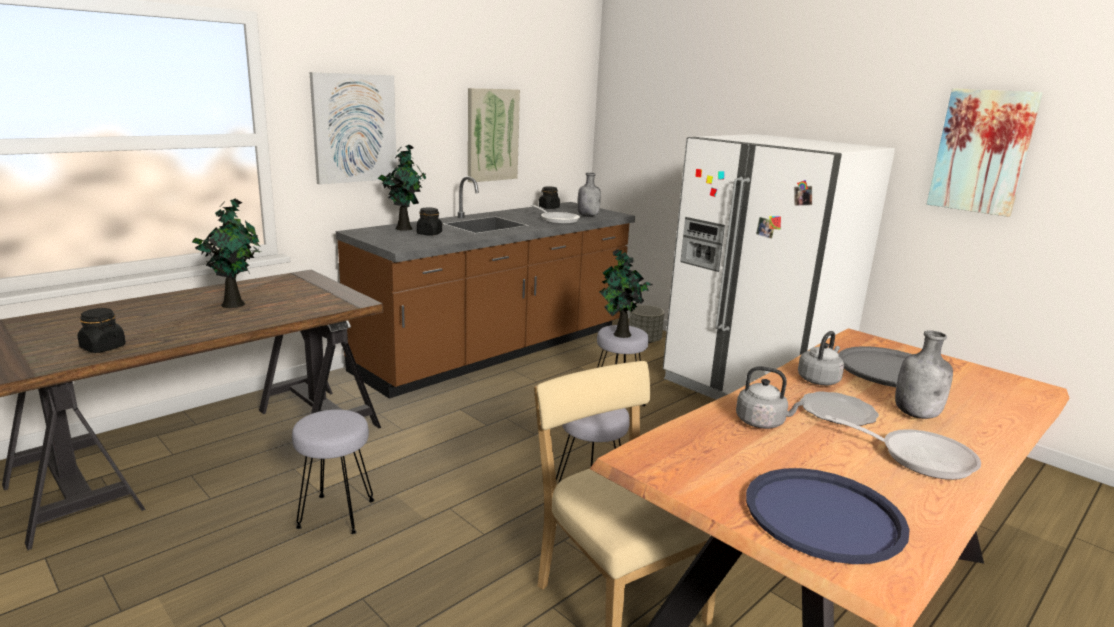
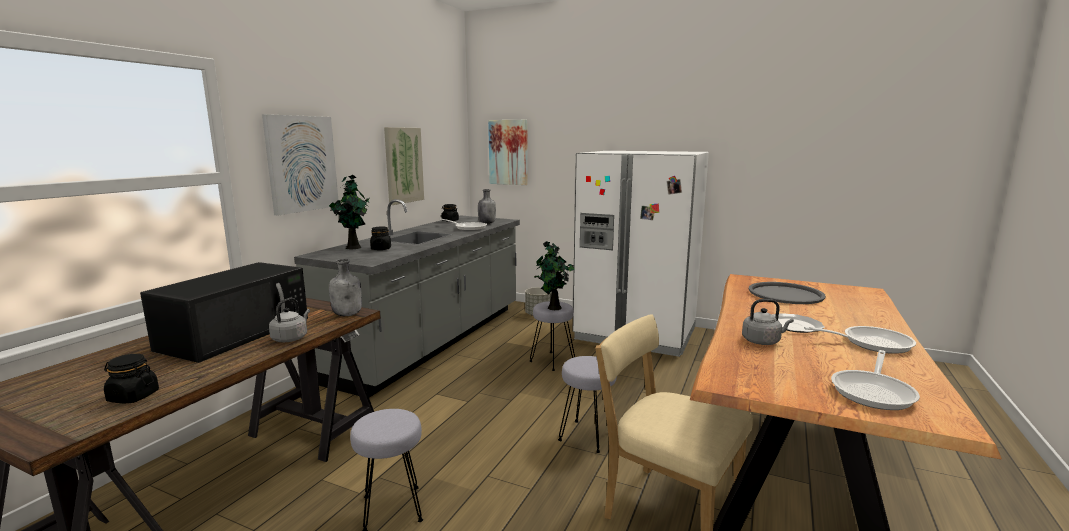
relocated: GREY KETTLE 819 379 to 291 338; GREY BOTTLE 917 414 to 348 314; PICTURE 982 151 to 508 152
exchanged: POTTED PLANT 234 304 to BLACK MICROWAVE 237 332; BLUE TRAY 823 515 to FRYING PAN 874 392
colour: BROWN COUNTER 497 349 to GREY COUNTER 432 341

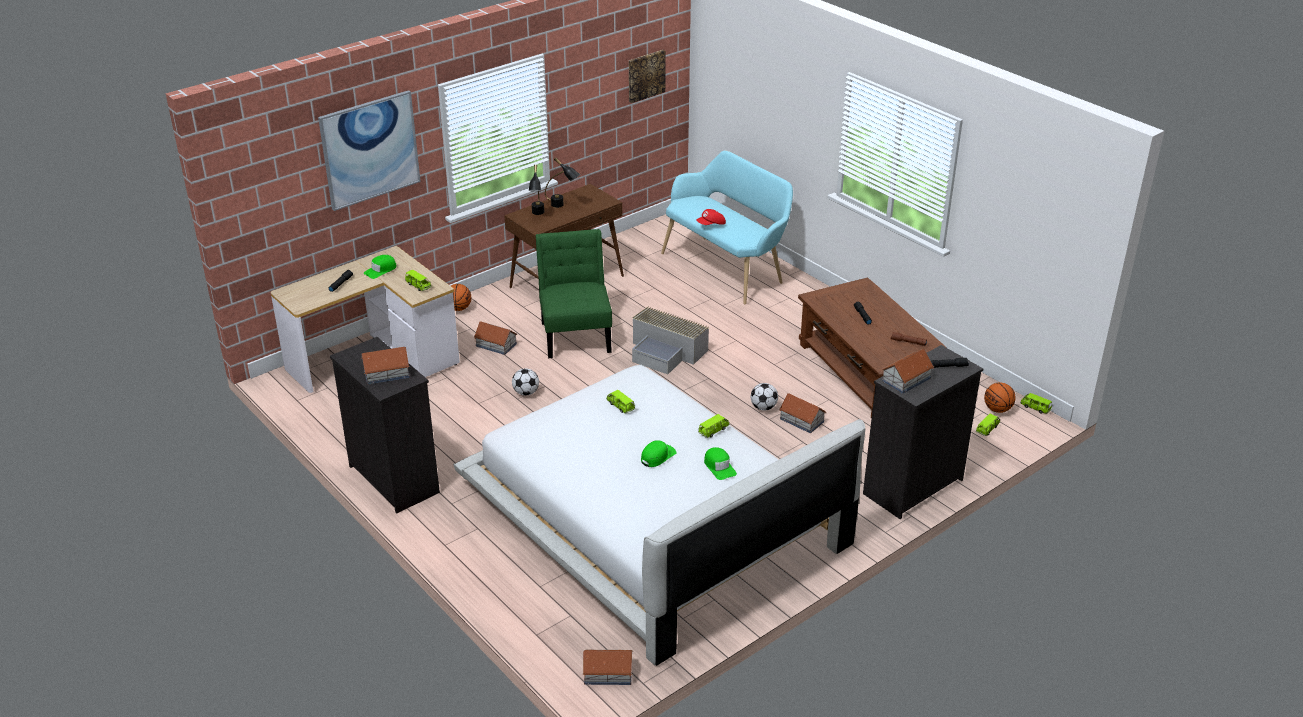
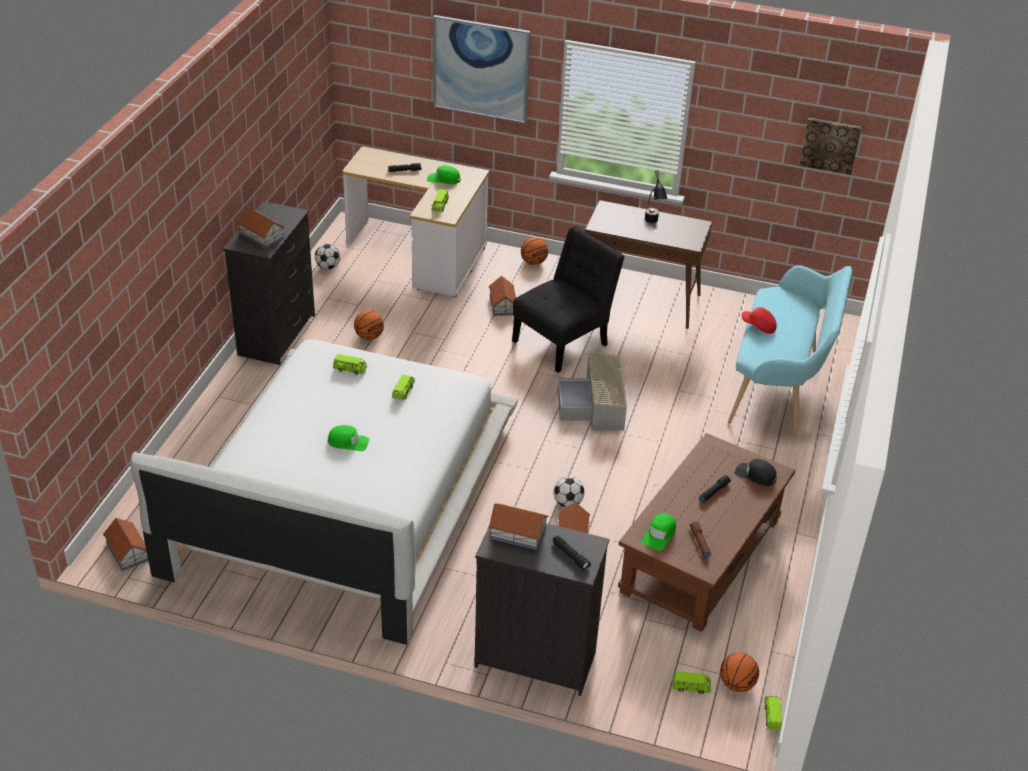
missing: BLACK TABLE LAMP 537 215
appeared: BASKETBALL 369 336; BLACK CAP 755 475
relocated: FOOTBALL 526 393 to 328 267; GREEN TOY CAR 713 430 to 350 369; GREEN CAP 719 467 to 659 534
colour: GREEN CHAIR 575 334 to BLACK CHAIR 564 341

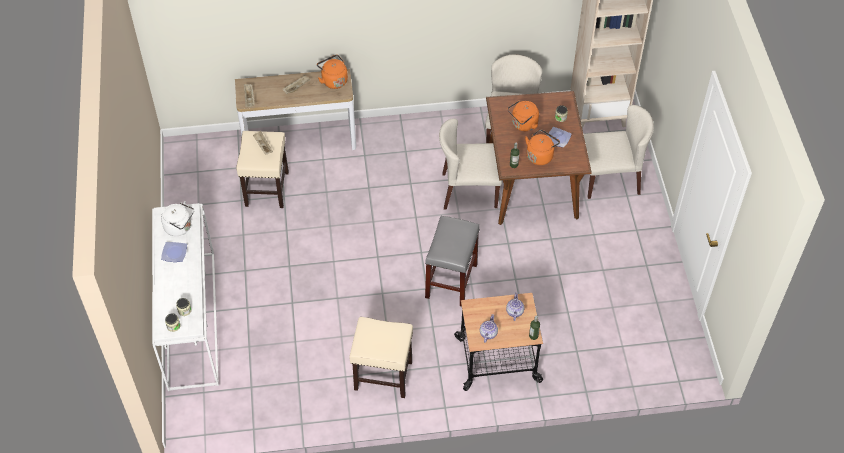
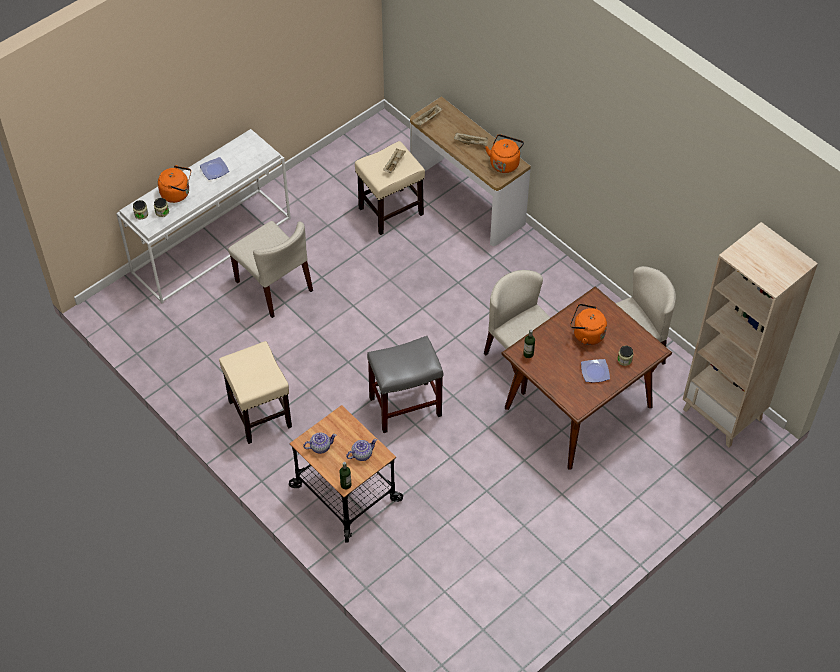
missing: WHITE KETTLE 180 227
relocated: ORANGE KETTLE 540 155 to 177 193; BEIGE CHAIR 610 178 to 274 286

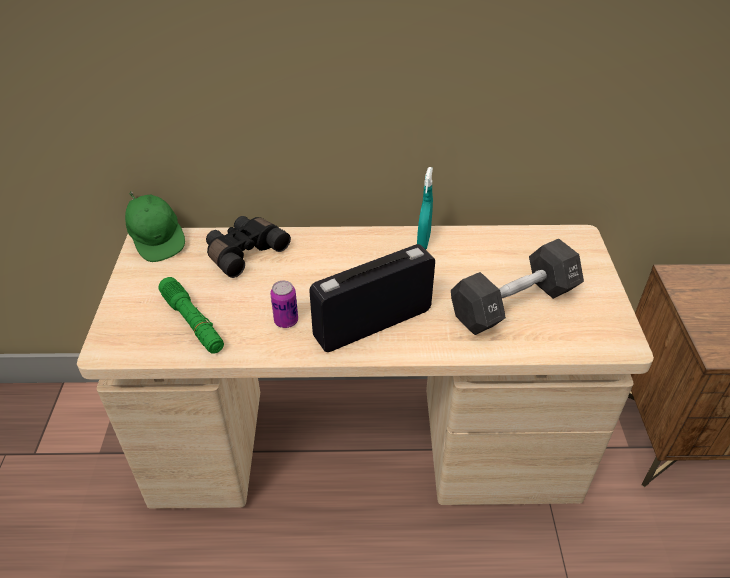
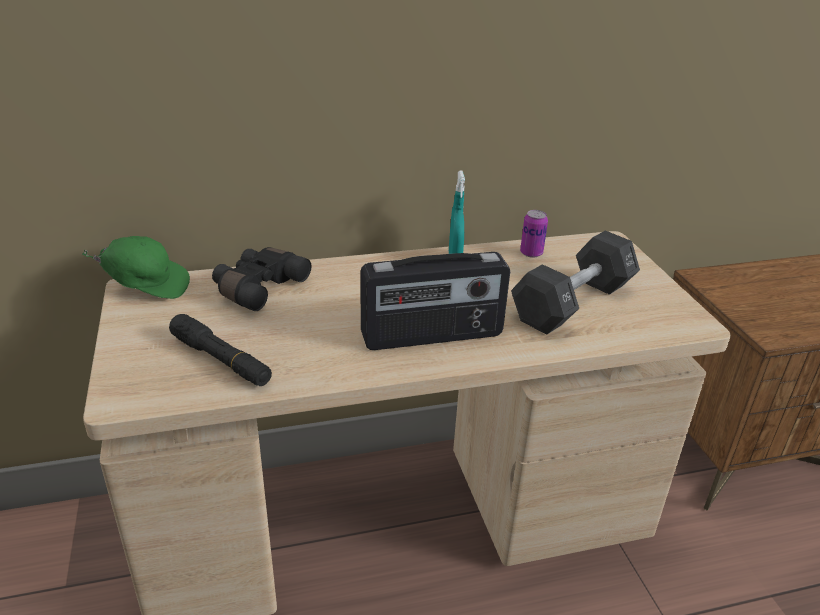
relocated: CAN 286 321 to 531 253
colour: GREEN FLASHLIGHT 192 322 to BLACK FLASHLIGHT 221 360
spun: GREEN CAP 157 240 = 147 286 45 degrees counterclockwise; RADIO 372 323 = 432 336 150 degrees counterclockwise

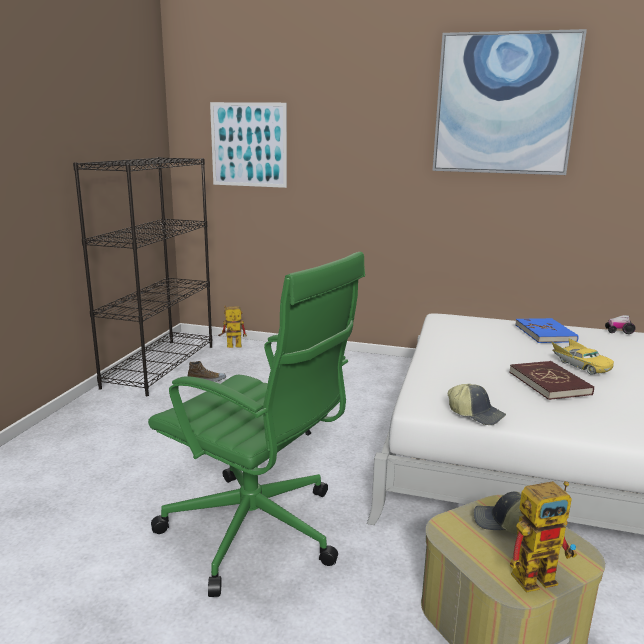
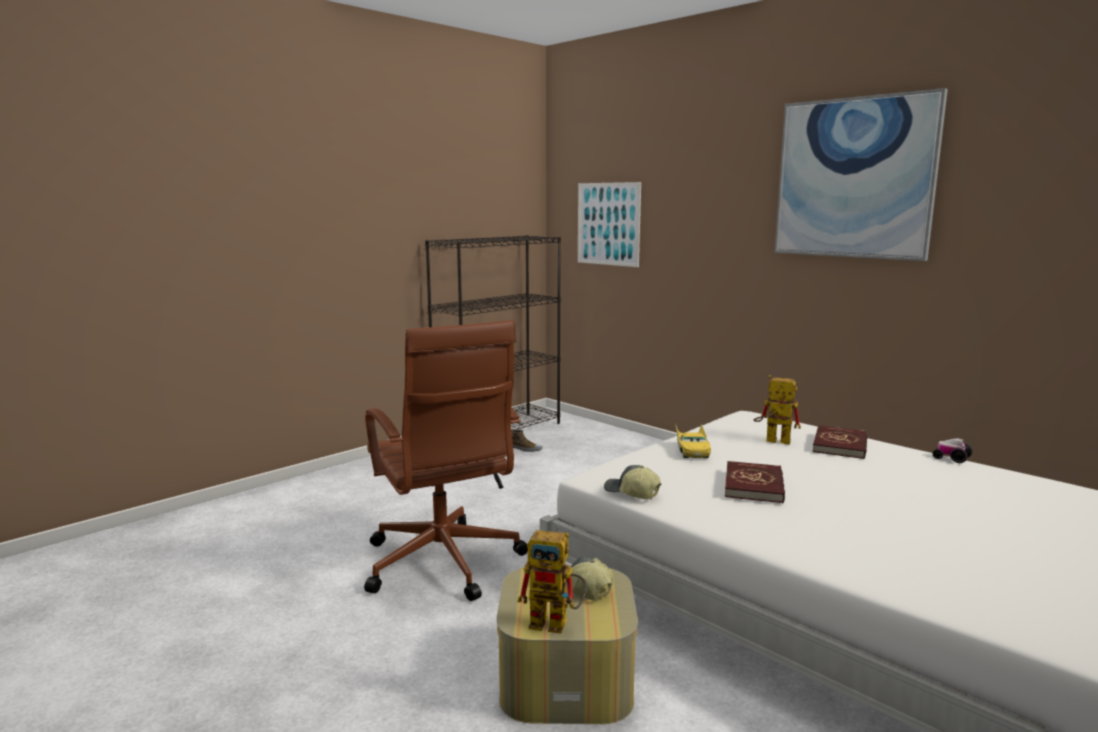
relocated: YELLOW TOY CAR 581 365 to 692 450; TOY ROBOT 230 346 to 772 441
colour: GREEN OFFICE CHAIR 257 531 to BROWN OFFICE CHAIR 443 564; BLUE BOOK 545 333 to RED BOOK 840 445
spun: CAP 476 414 = 631 493 150 degrees clockwise

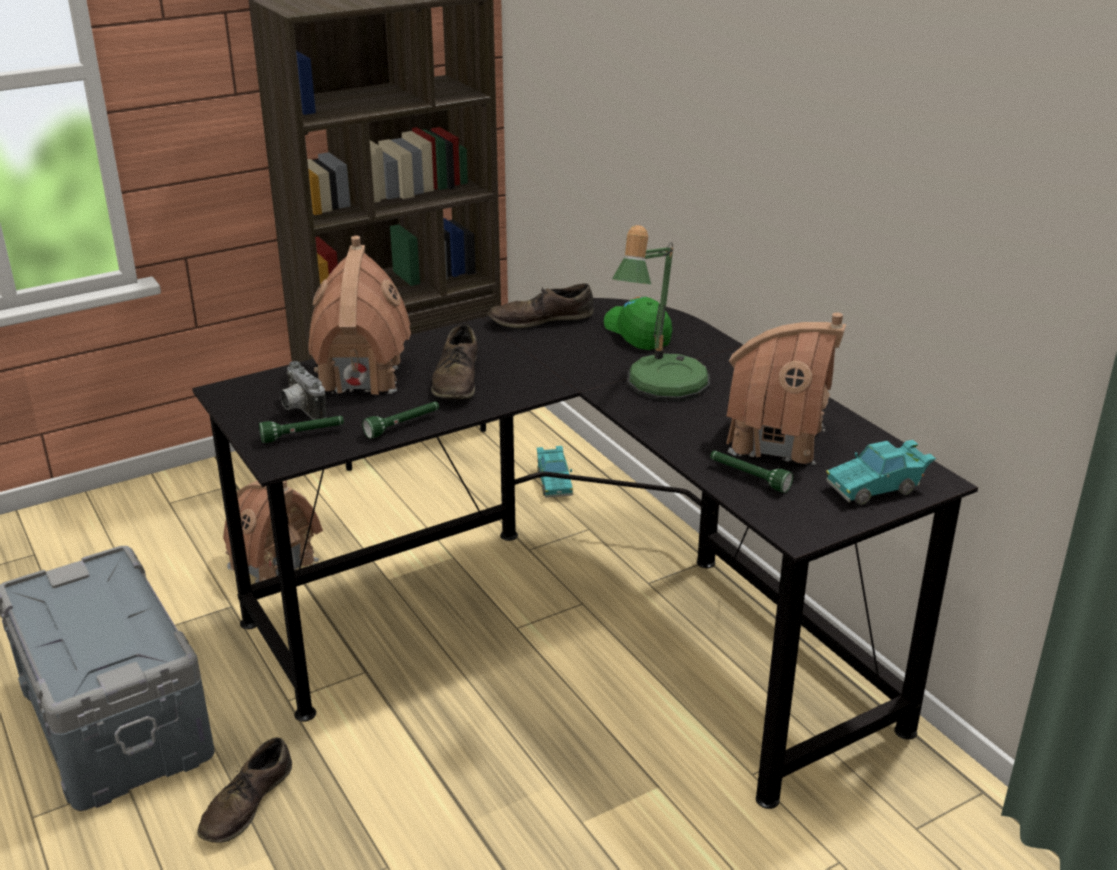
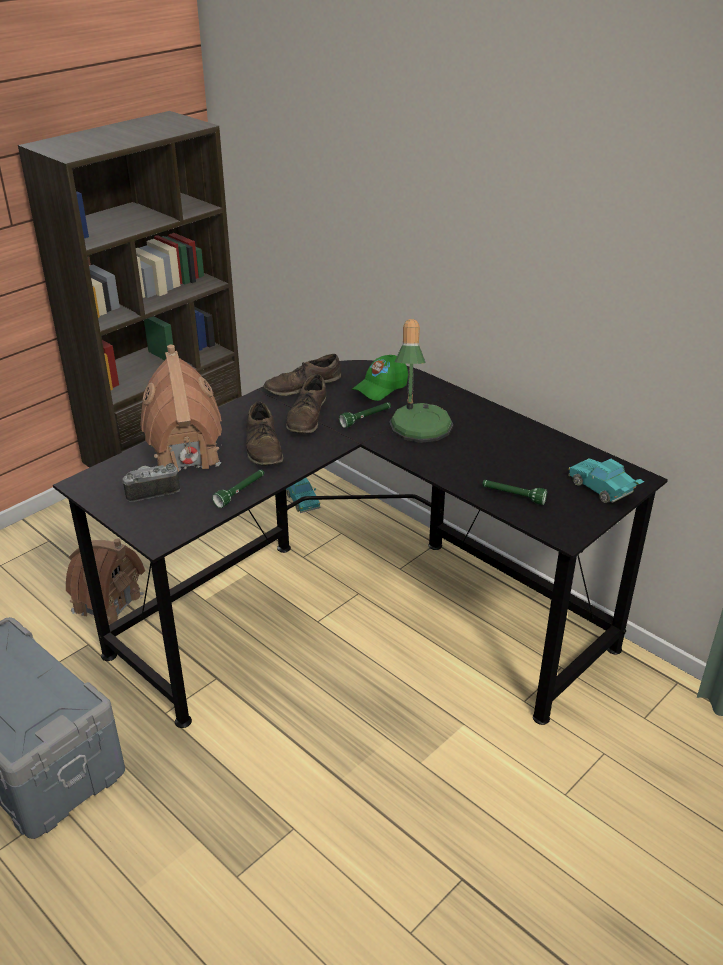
missing: TOY HOUSE 778 440
relocated: BROWN SHOE 246 803 to 307 416; GREEN FLASHLIGHT 303 435 to 366 419
spun: PHOTO CAMERA 300 409 = 152 491 120 degrees clockwise; GREEN CAP 637 333 = 380 388 90 degrees counterclockwise; TURQUOISE TOY CAR 877 487 = 603 490 90 degrees clockwise

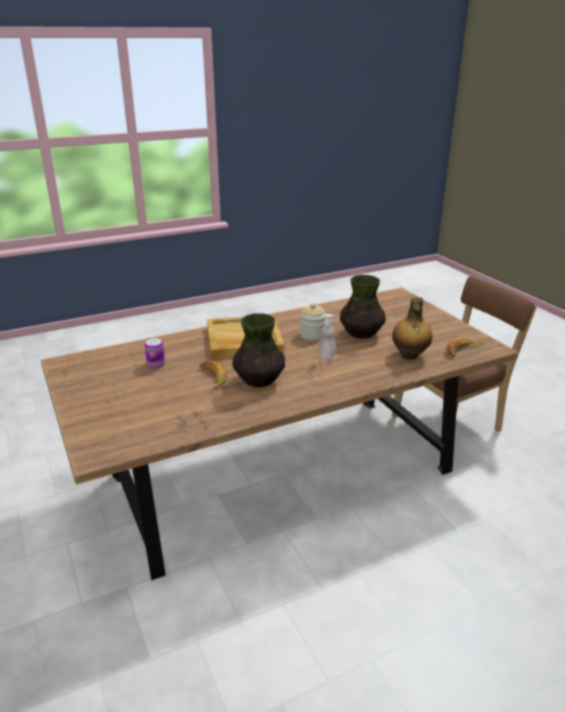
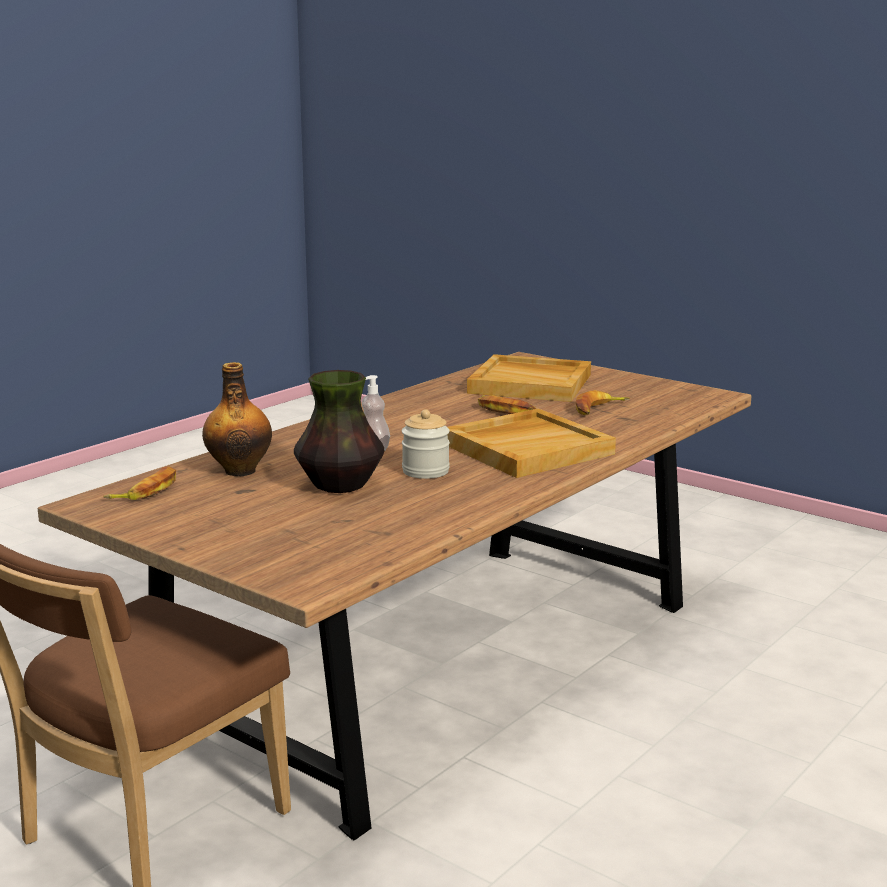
missing: VASE 259 381
appeared: BEIGE TRAY 531 383
exchanged: CAN 156 364 to BANANA 598 409

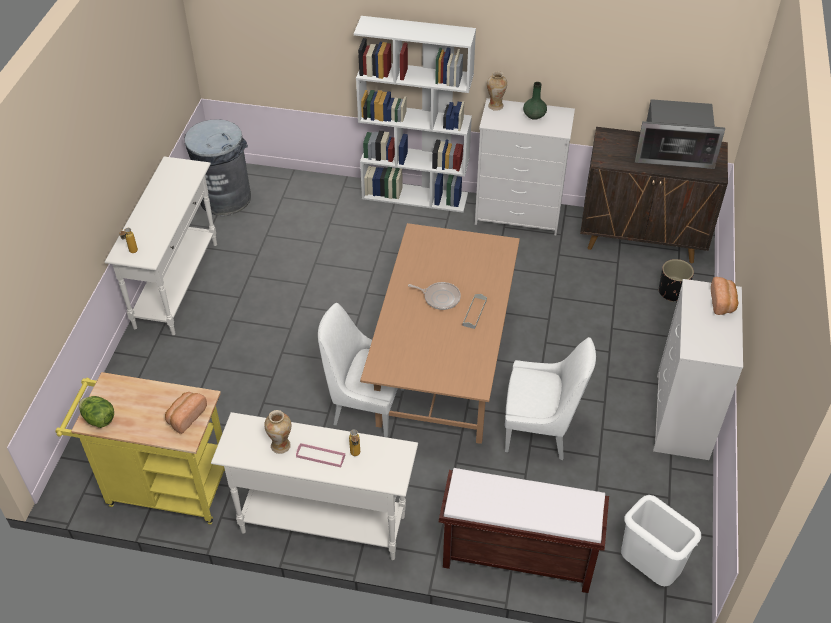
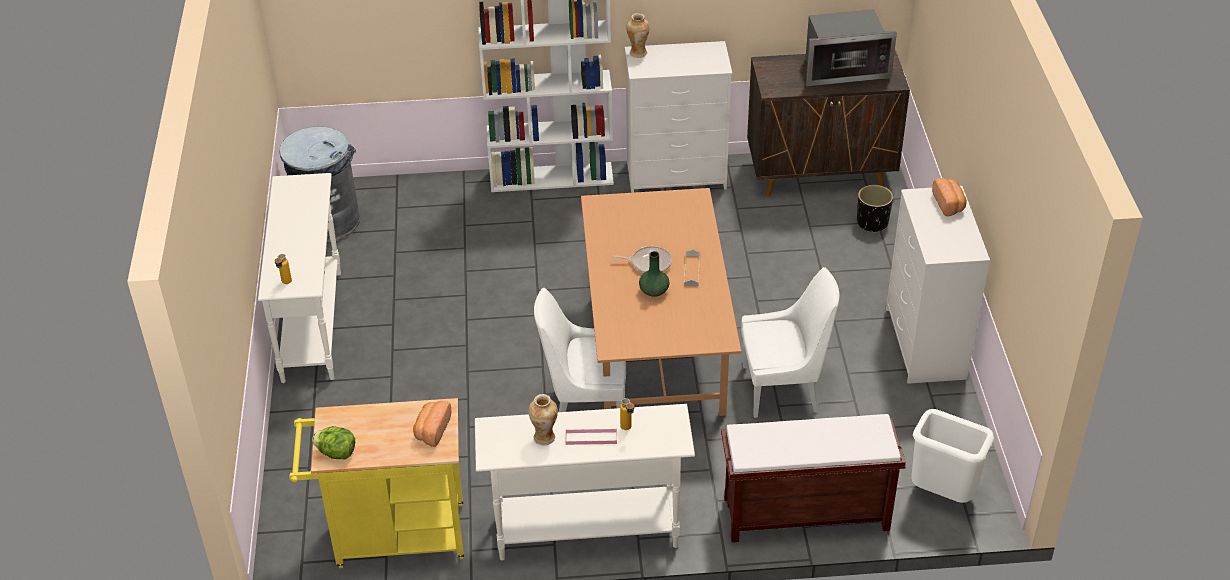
relocated: GREEN VASE 534 115 to 653 290

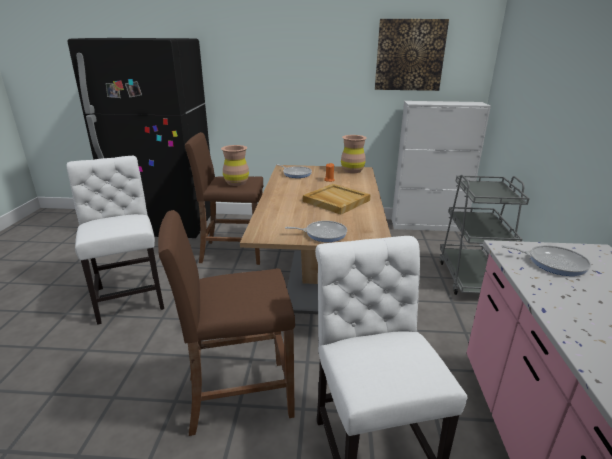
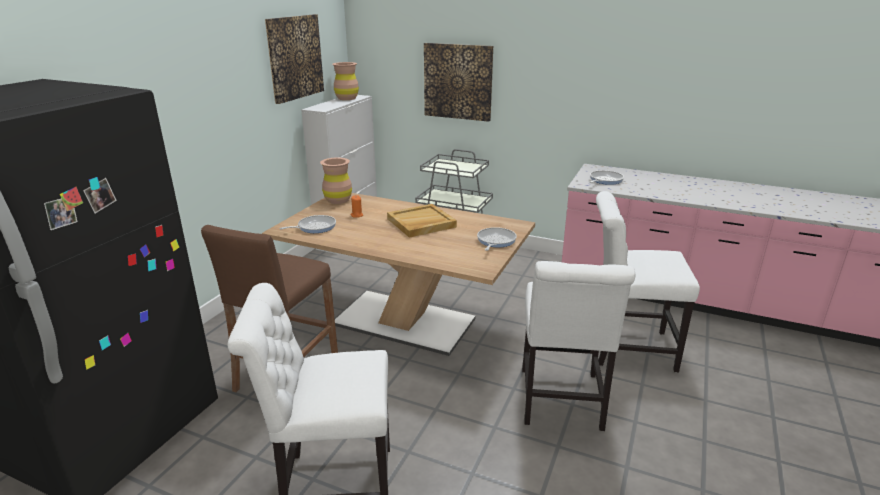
appeared: PICTURE 458 81
relocated: BROWN VASE 236 182 to 347 98
exchanged: BROWN STOOL 239 395 to WHITE CHAIR 561 402

